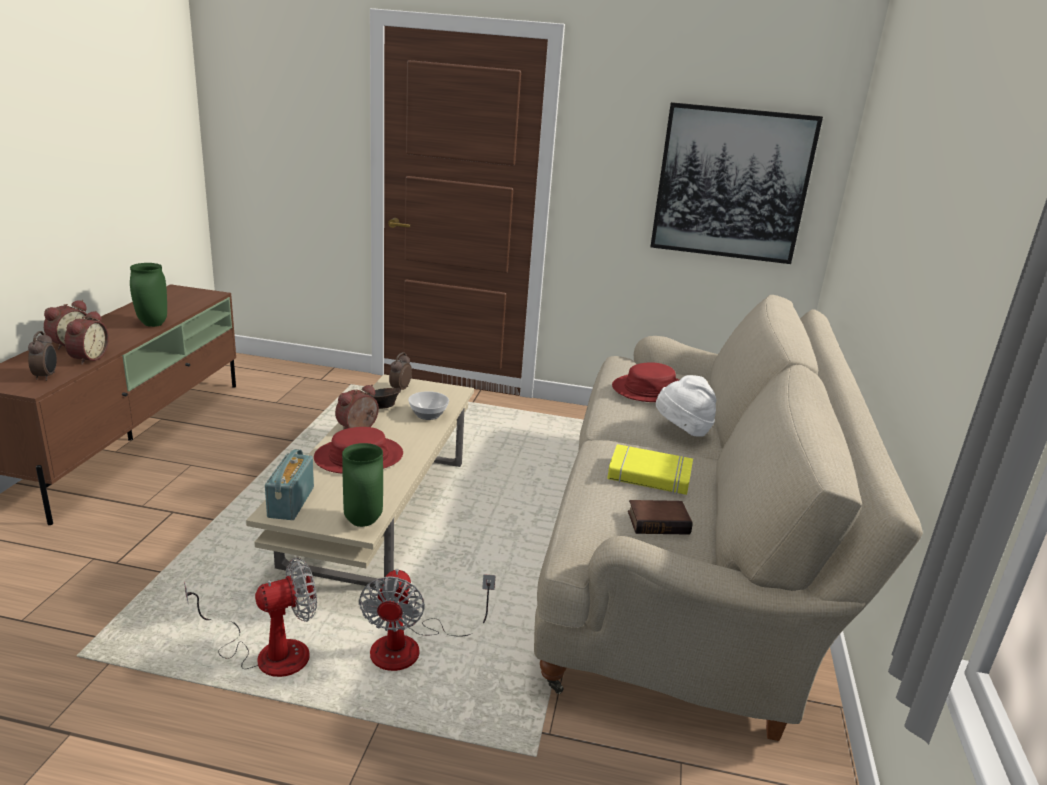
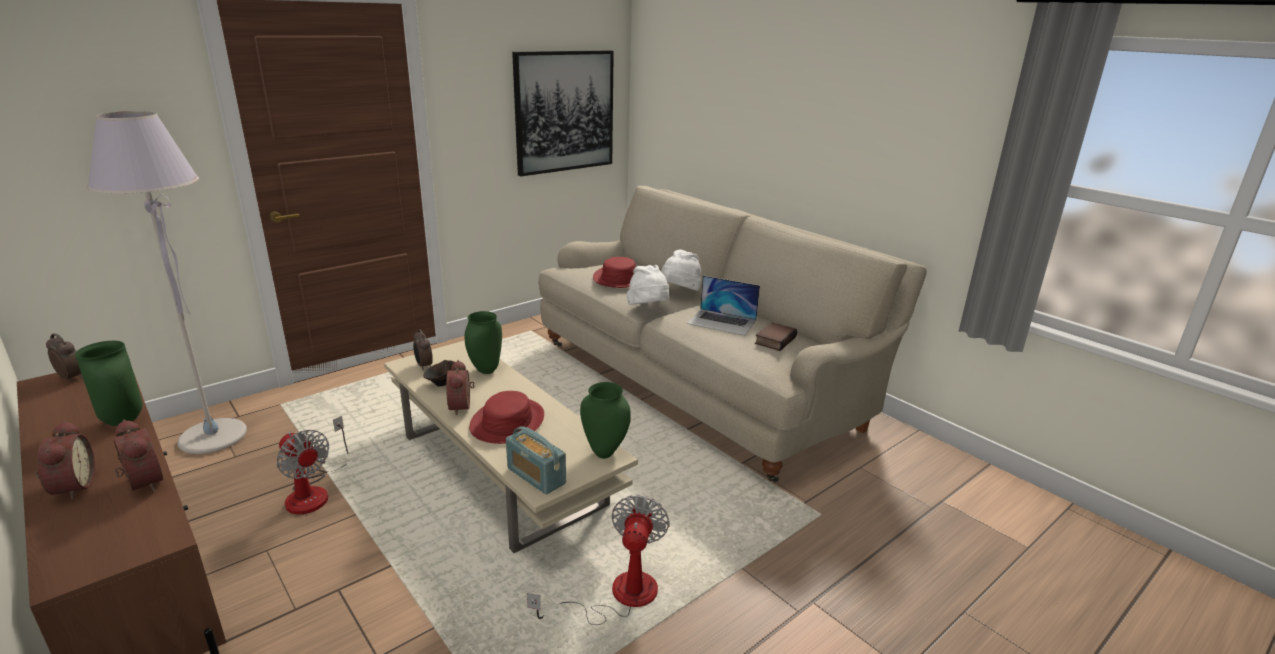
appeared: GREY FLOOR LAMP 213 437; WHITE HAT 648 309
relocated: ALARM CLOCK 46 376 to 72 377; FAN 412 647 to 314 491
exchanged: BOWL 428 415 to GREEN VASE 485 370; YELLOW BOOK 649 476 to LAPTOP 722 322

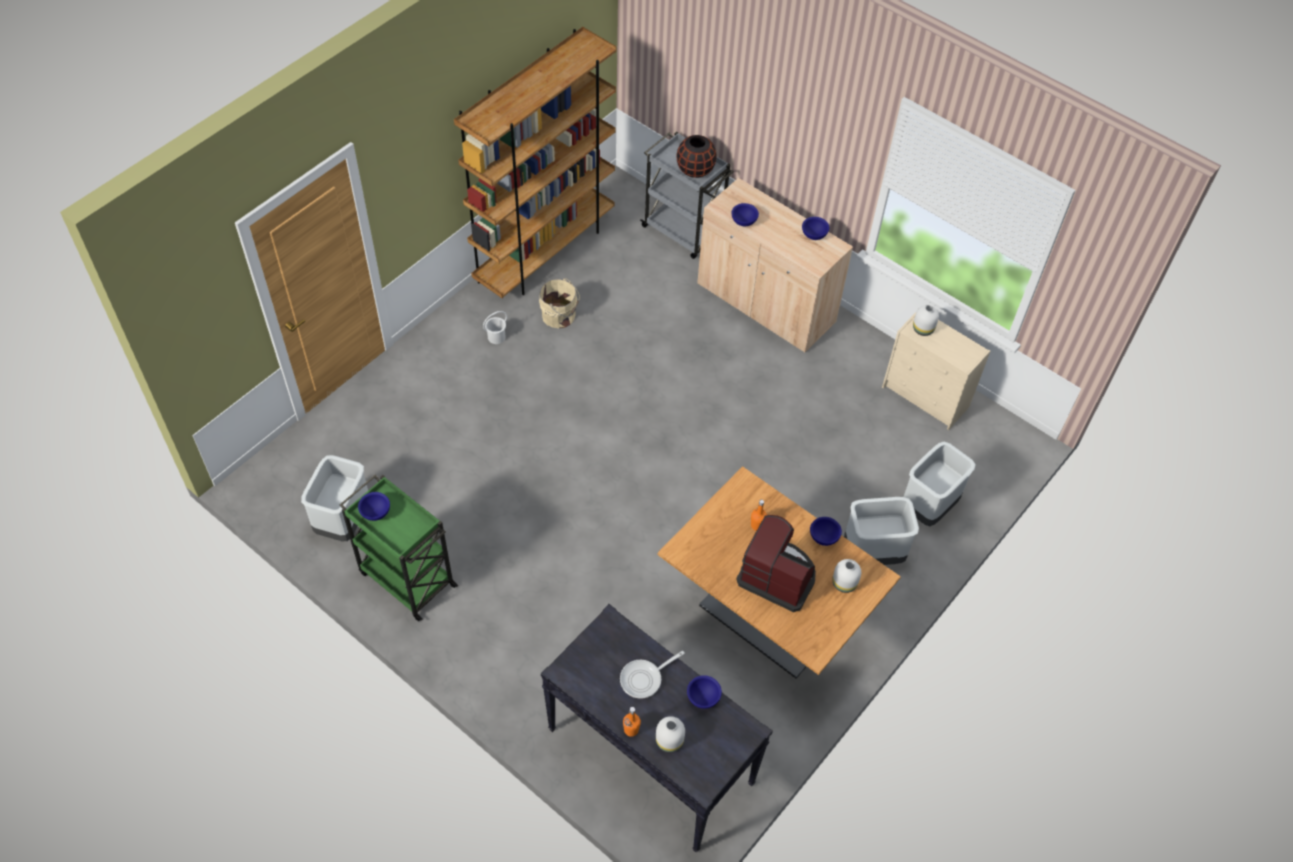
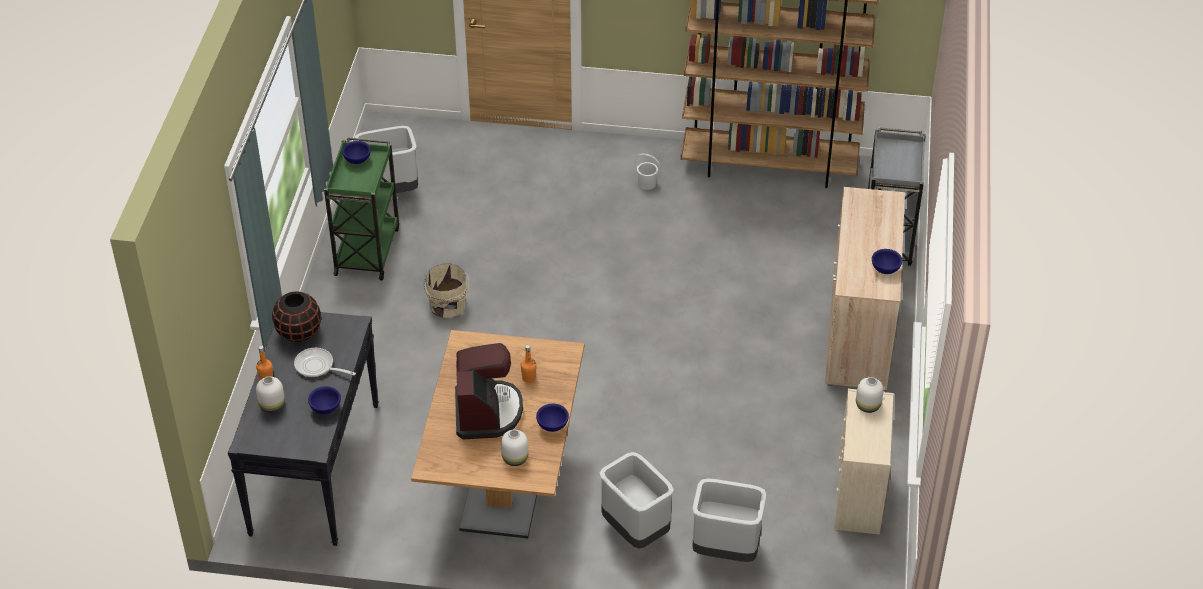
missing: BLUE BOWL 743 221
relocated: BLACK VASE 695 170 to 299 332; BEIGE BUCKET 560 316 to 447 306

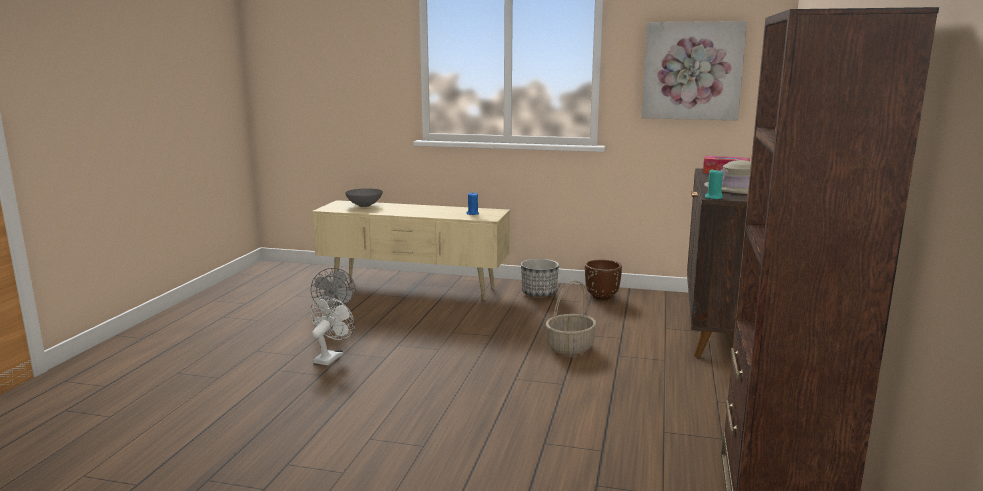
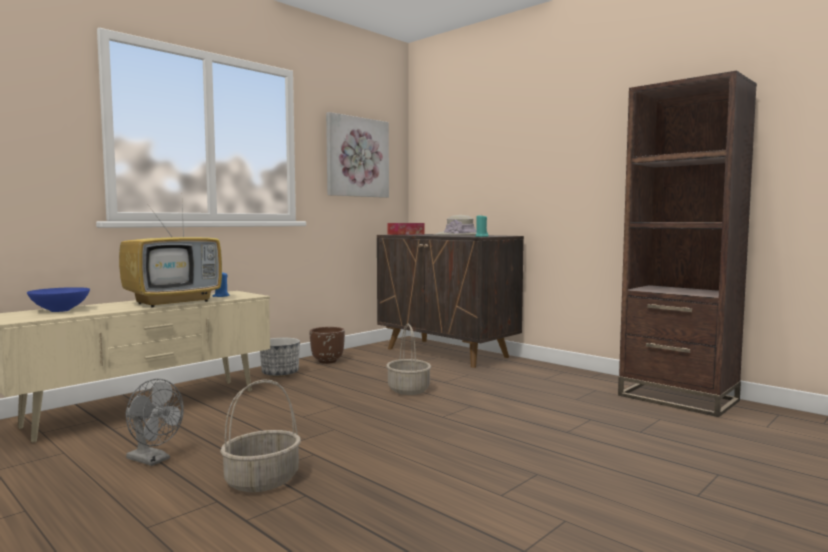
appeared: TELEVISION 174 302
exchanged: WHITE FAN 330 357 to BASKET 262 481
colour: GREY BOWL 364 205 to BLUE BOWL 59 310

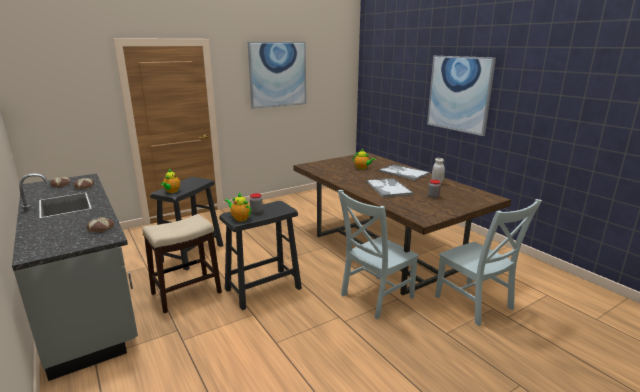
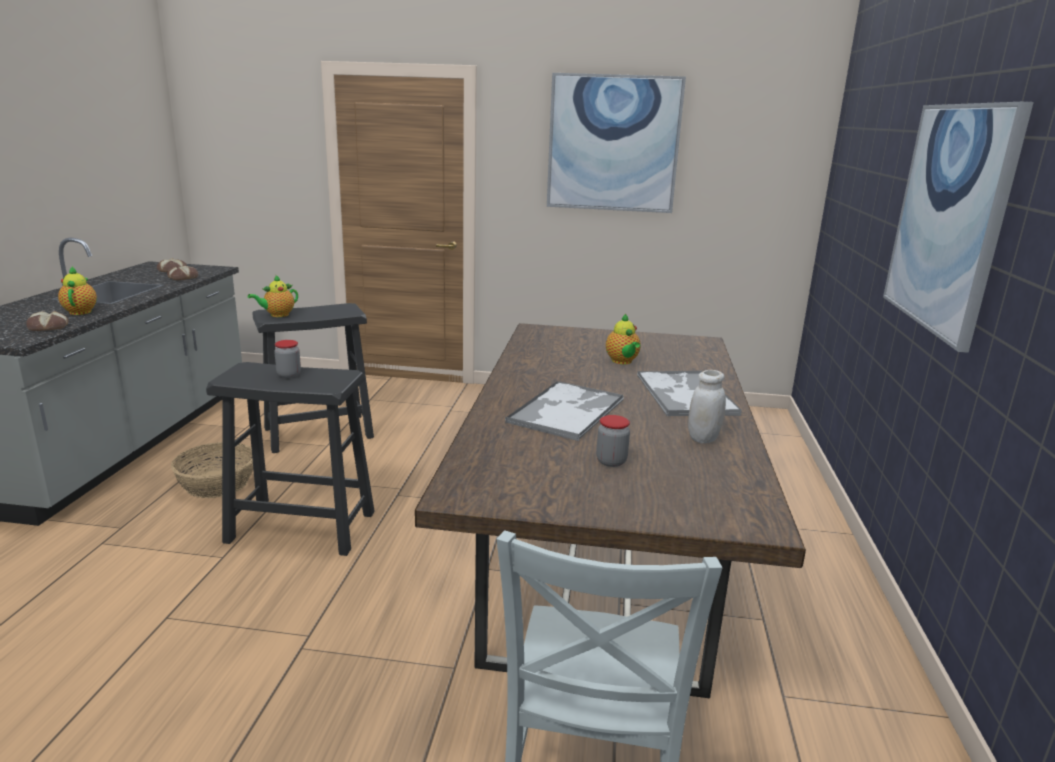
missing: GREY CHAIR 374 297
relocated: TEAPOT 240 218 to 81 311
exchanged: STOOL 187 293 to BASKET 218 483

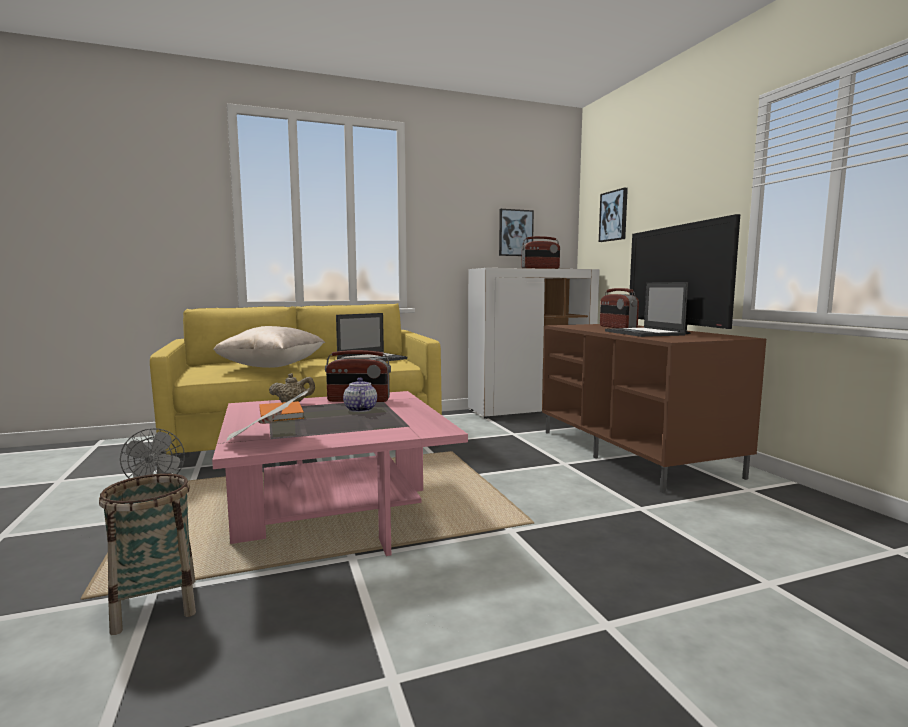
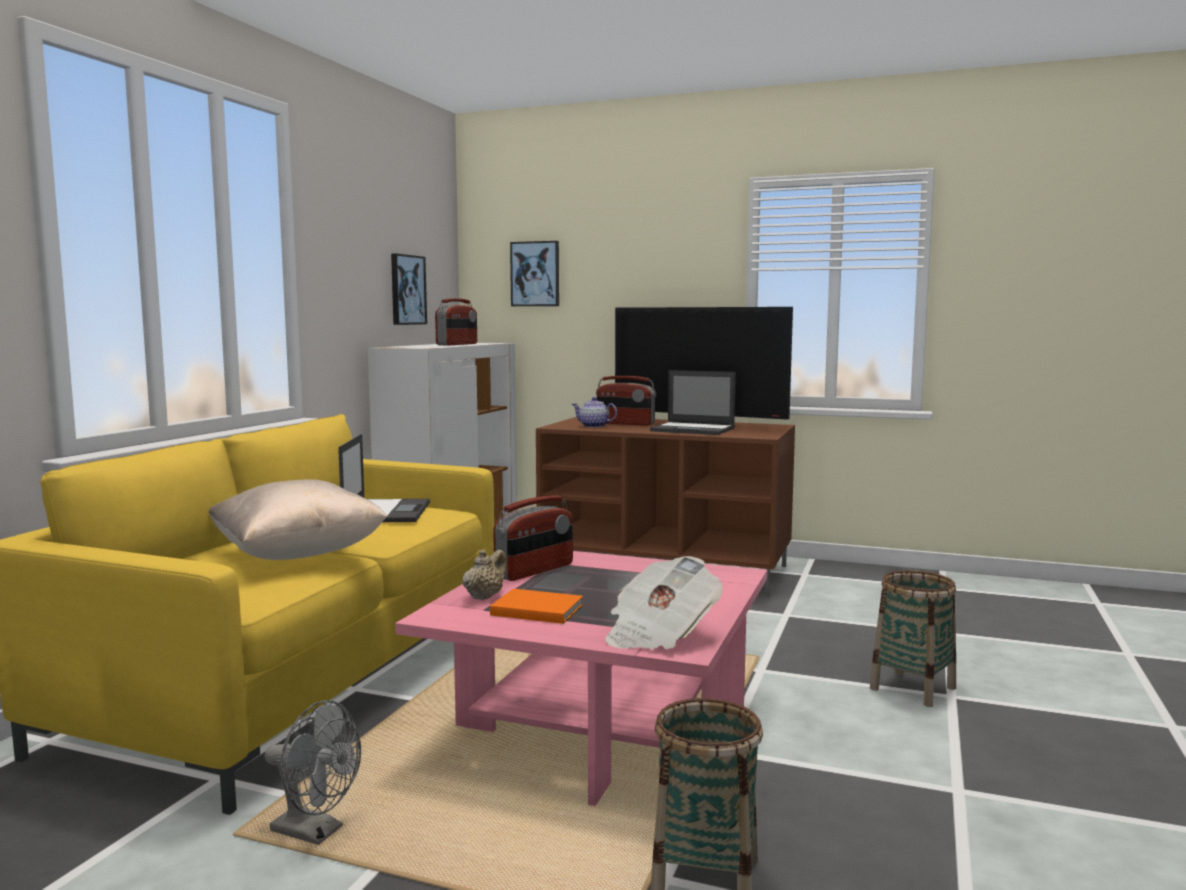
appeared: BASKET 913 688
relocated: TEAPOT 360 409 to 593 426

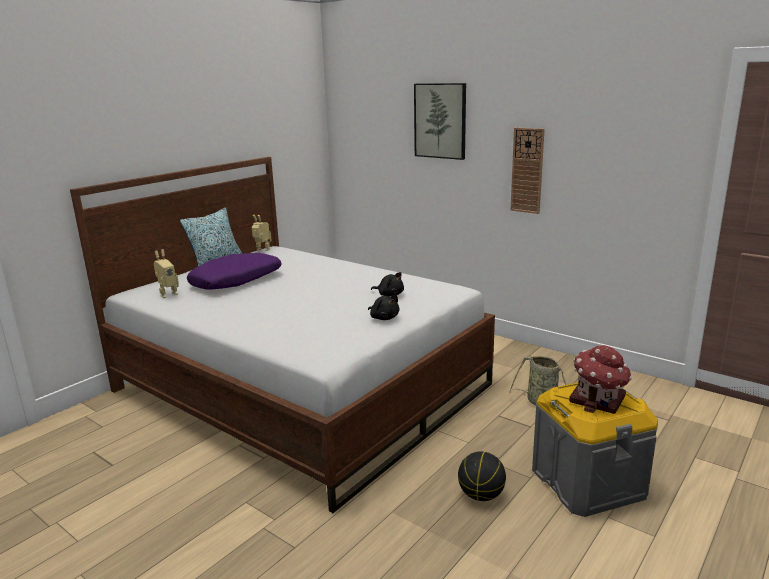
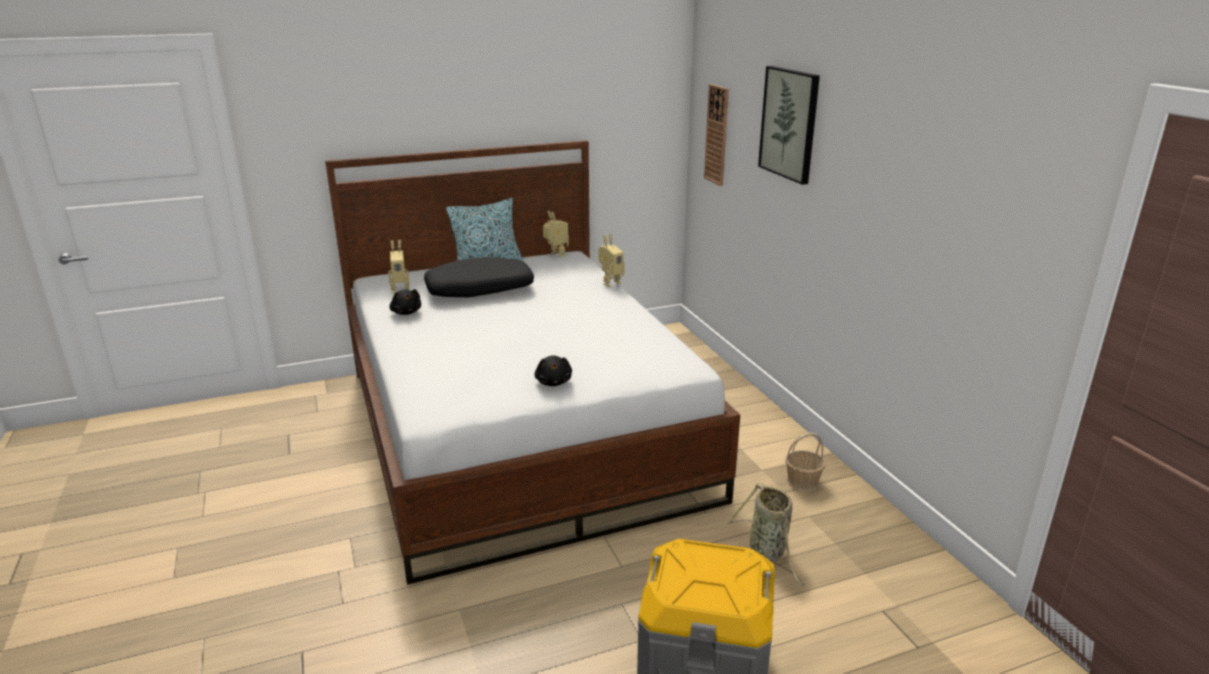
missing: BASKETBALL 481 495; TOY HOUSE 598 400
appeared: TOY ROBOT 610 283; BASKET 803 482
relocated: BLACK PLUSH TOY 389 295 to 406 312; WALL CLOCK 527 170 to 717 135
colour: PURPLE PILLOW 236 281 to BLACK PILLOW 479 290

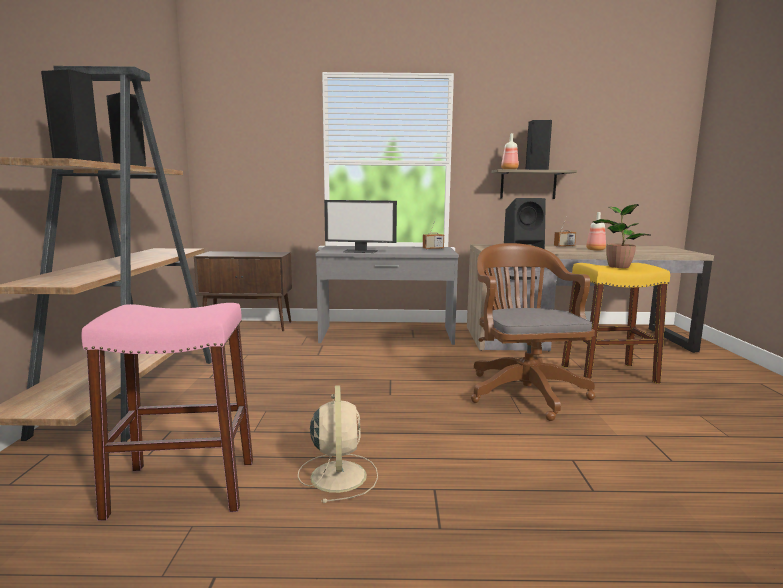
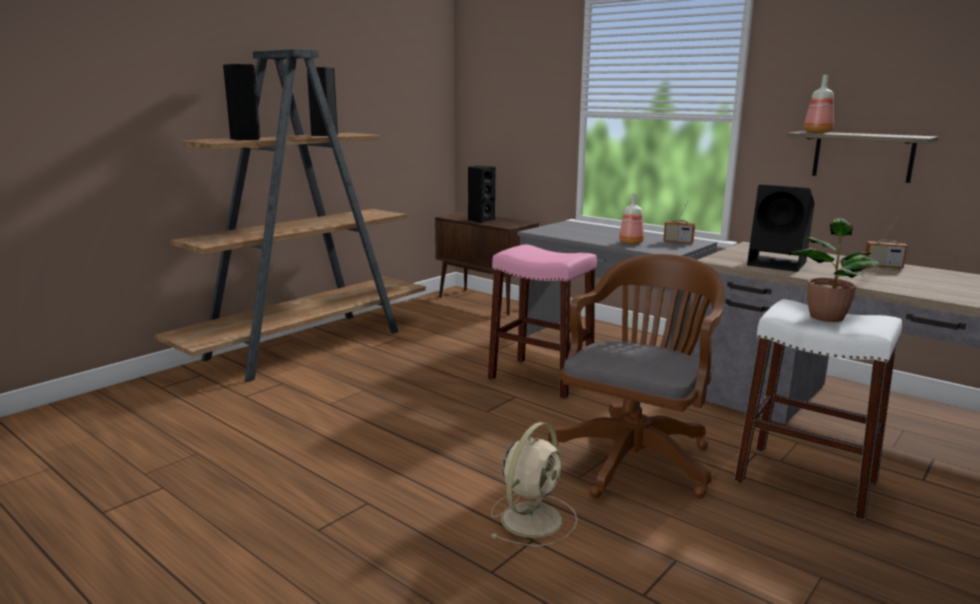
missing: MONITOR 361 251
relocated: BLACK SPEAKER 536 170 to 480 220; PINK STOOL 183 488 to 540 378; BEIGE FAN 338 475 to 533 518; BOTTLE 596 250 to 631 243
colour: YELLOW STOOL 608 374 to WHITE STOOL 805 480

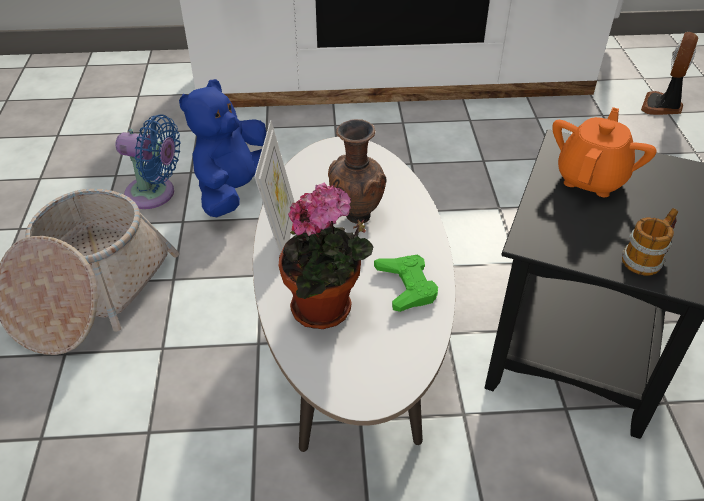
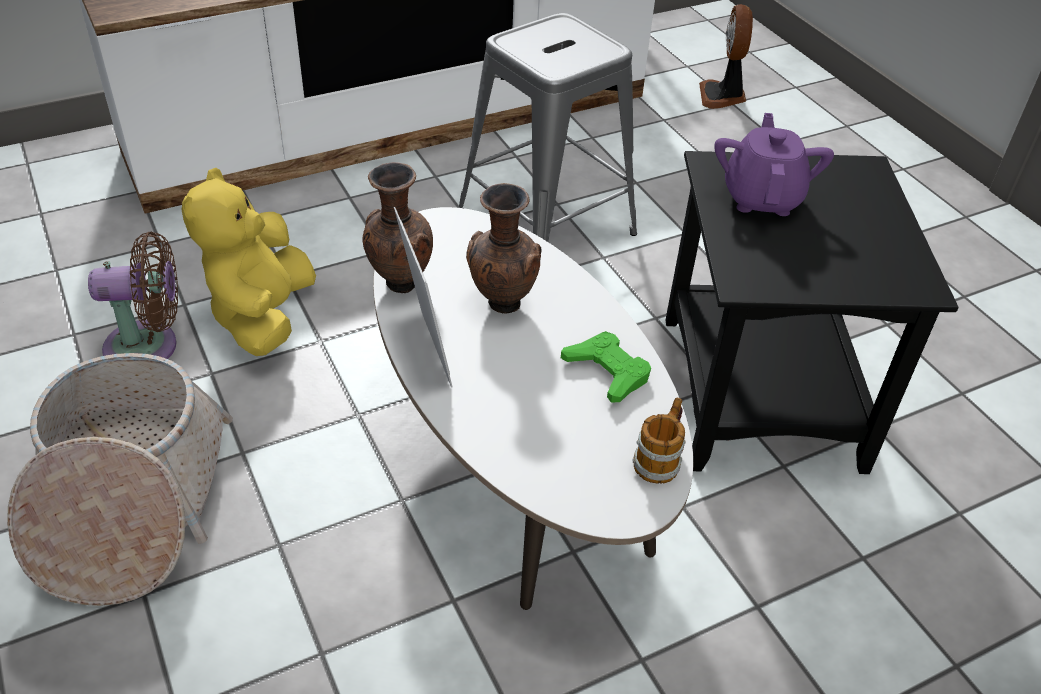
missing: POTTED PLANT 326 310
appeared: BROWN VASE 399 283; GREY STOOL 546 225
relocated: MUG 646 258 to 660 459
colour: BLUE FAN 155 194 to BROWN FAN 149 346; BLUE PLUSH TOY 235 192 to YELLOW PLUSH TOY 263 316; ORANGE TEAPOT 591 178 to PURPLE TEAPOT 762 198

